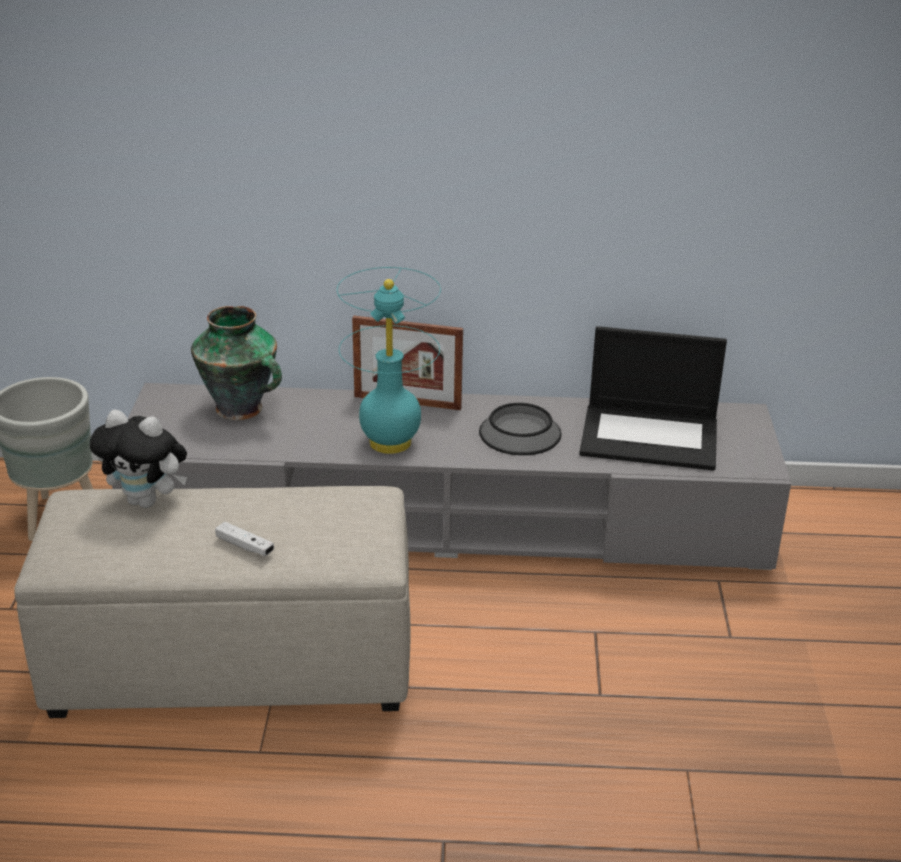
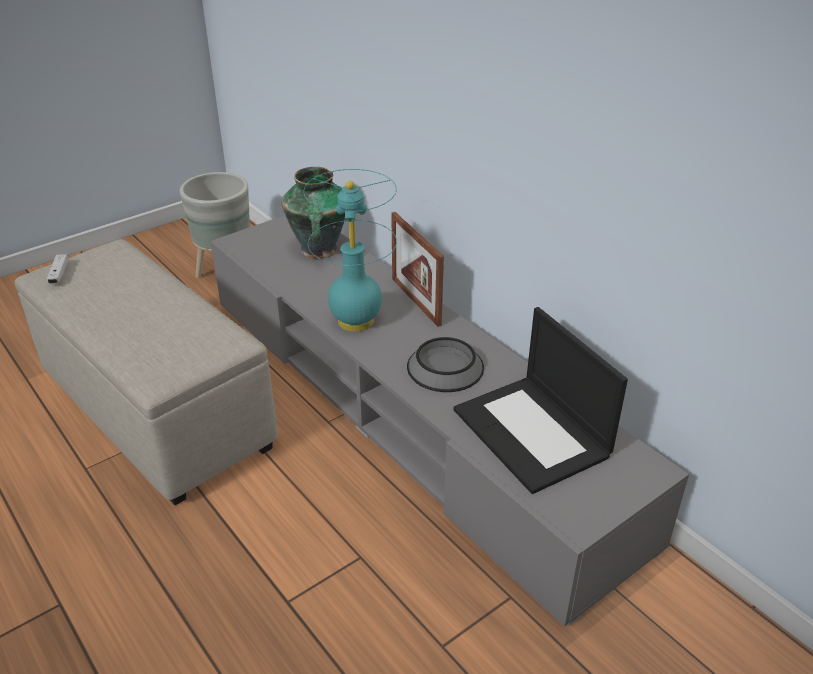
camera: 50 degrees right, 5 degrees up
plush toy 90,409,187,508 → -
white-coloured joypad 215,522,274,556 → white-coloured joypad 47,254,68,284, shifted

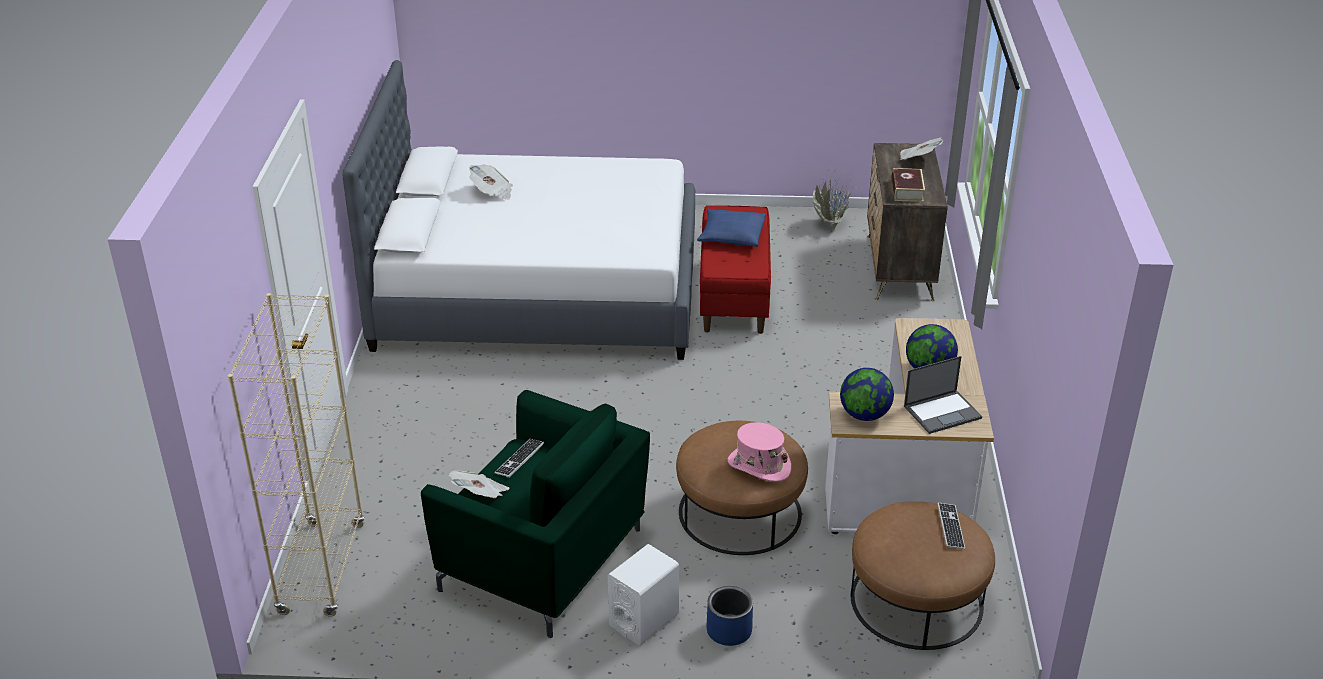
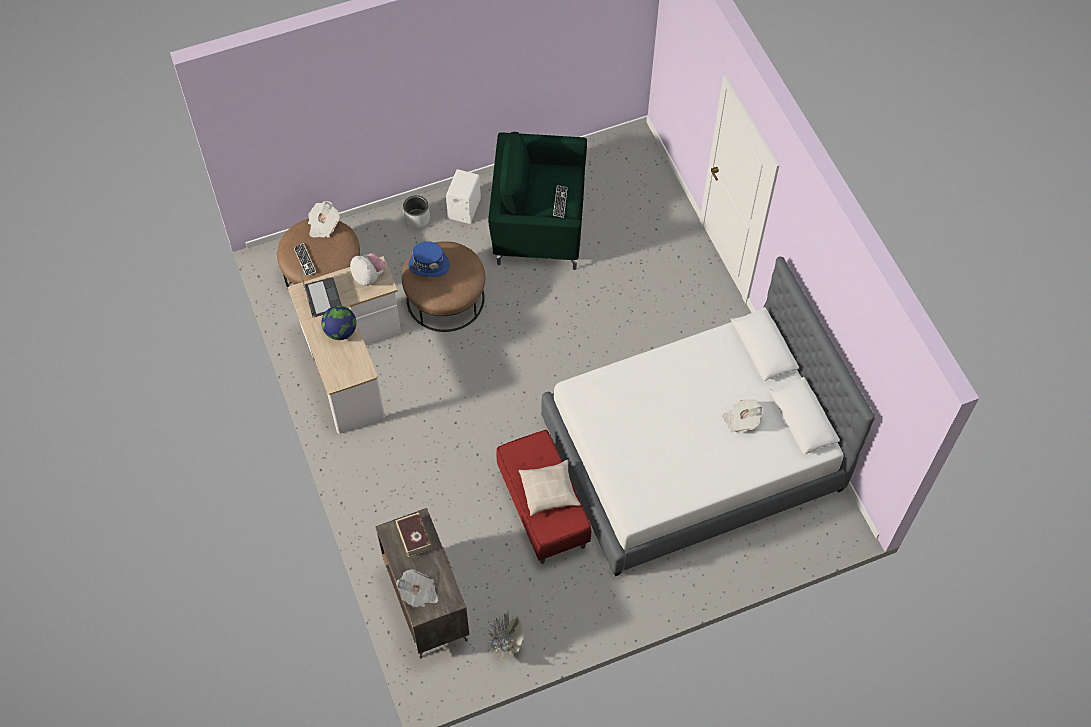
camera: 155 degrees right, 25 degrees up
blue-coloured pillow 697,209,766,247 → beige-coloured pillow 519,460,581,516
beige-coloured shelving unit 228,293,365,617 → -
portable computer 904,356,982,434 → portable computer 300,270,342,317, 120 degrees clockwise
world globe 840,368,894,421 → plush toy 350,253,386,286
pink wearable hat 728,422,791,482 → blue-coloured wearable hat 408,241,450,277
daily paper 449,470,510,498 → daily paper 308,201,340,238, shifted
blue-coloured plant pot 706,586,753,646 → gray plant pot 403,195,430,228

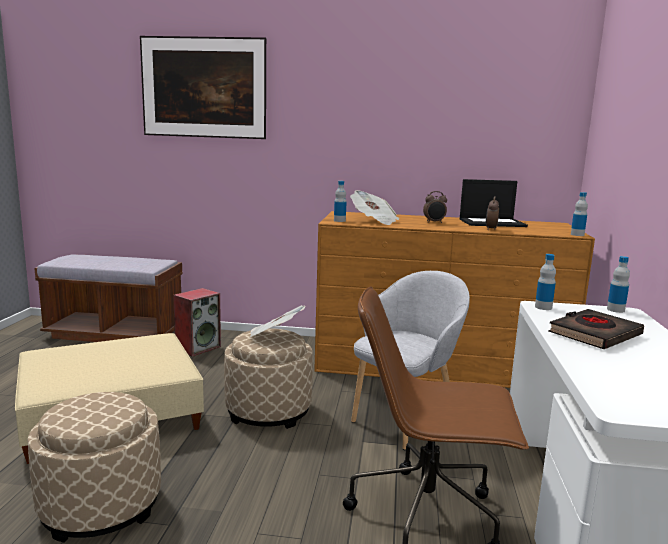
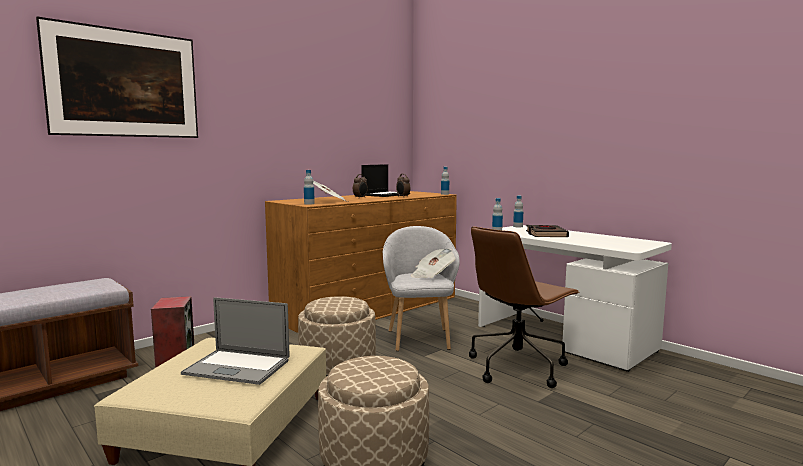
camera: 50 degrees left, 5 degrees down
daily paper 249,305,305,338 → daily paper 411,249,455,278, shifted
- → portable computer 181,297,290,385

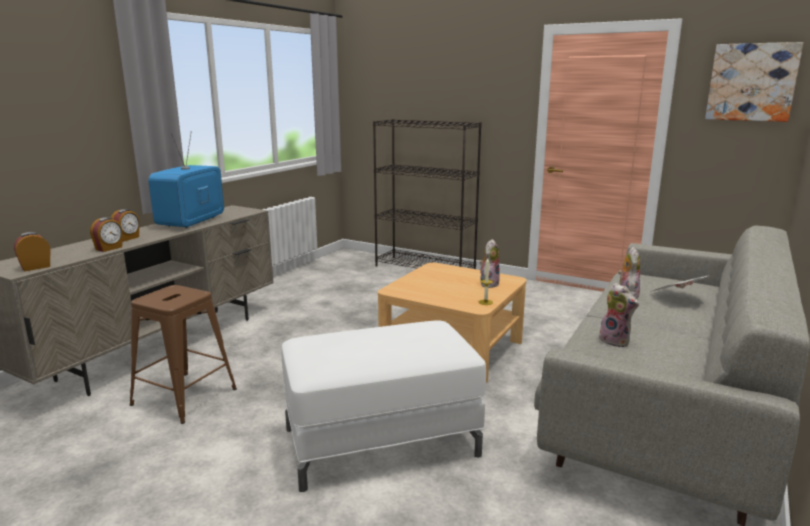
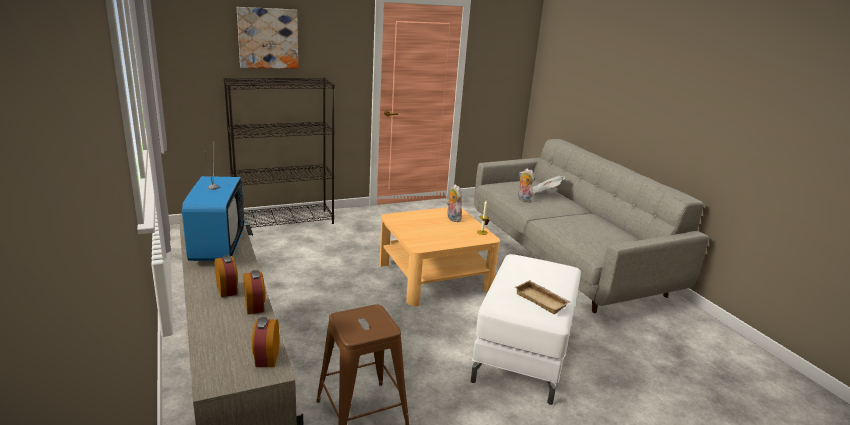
camera: 55 degrees left, 5 degrees up
wall art 705,42,804,122 → wall art 237,7,298,68, shifted
TV set 148,131,224,228 → TV set 182,140,245,261, 150 degrees counterclockwise
plush toy 599,283,639,347 → -
- → beige-coloured serving tray 515,280,570,314

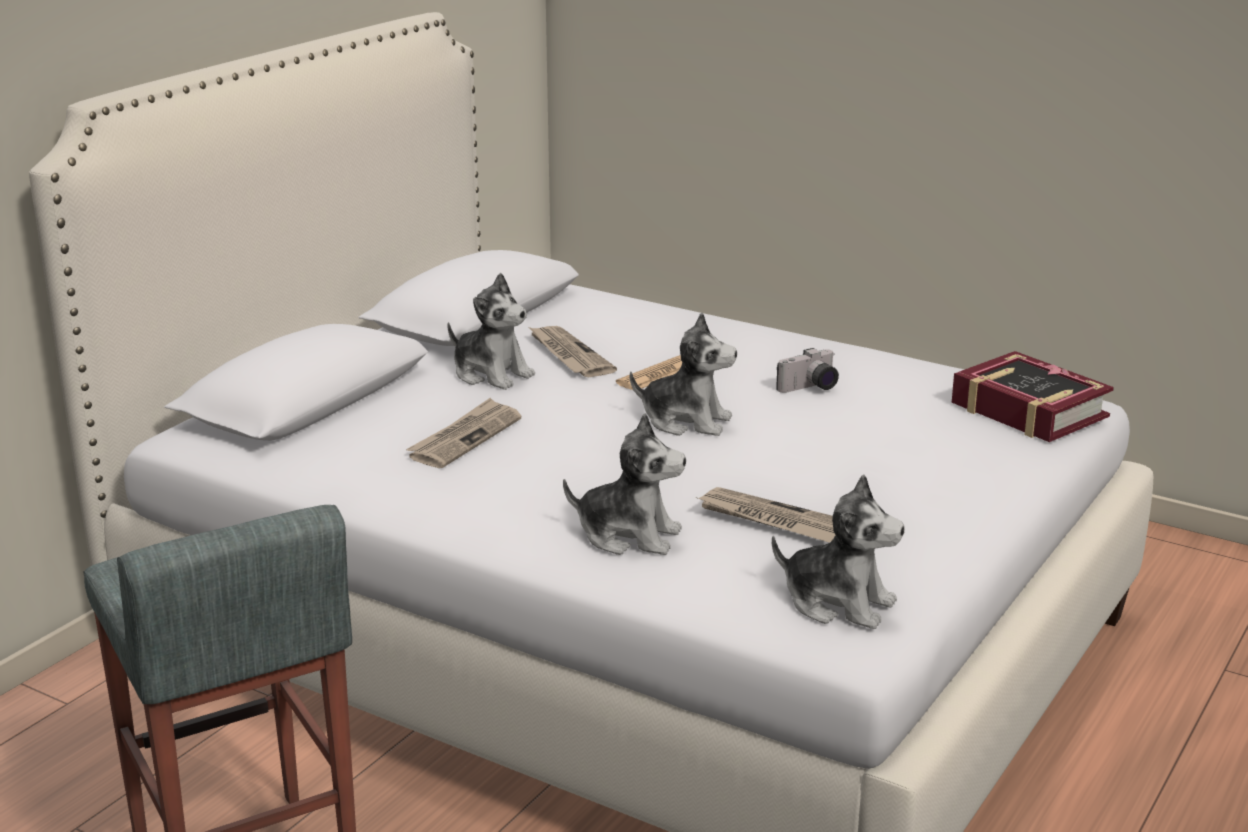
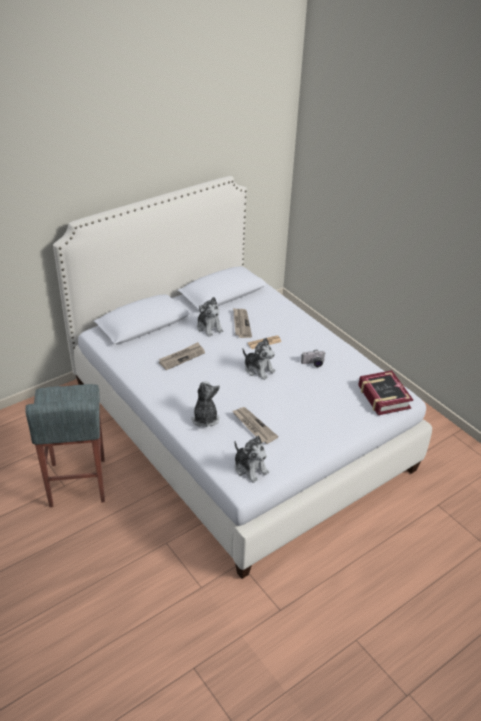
camera: 20 degrees right, 15 degrees up
plush toy 563,413,686,555 → plush toy 191,381,220,427, 135 degrees counterclockwise

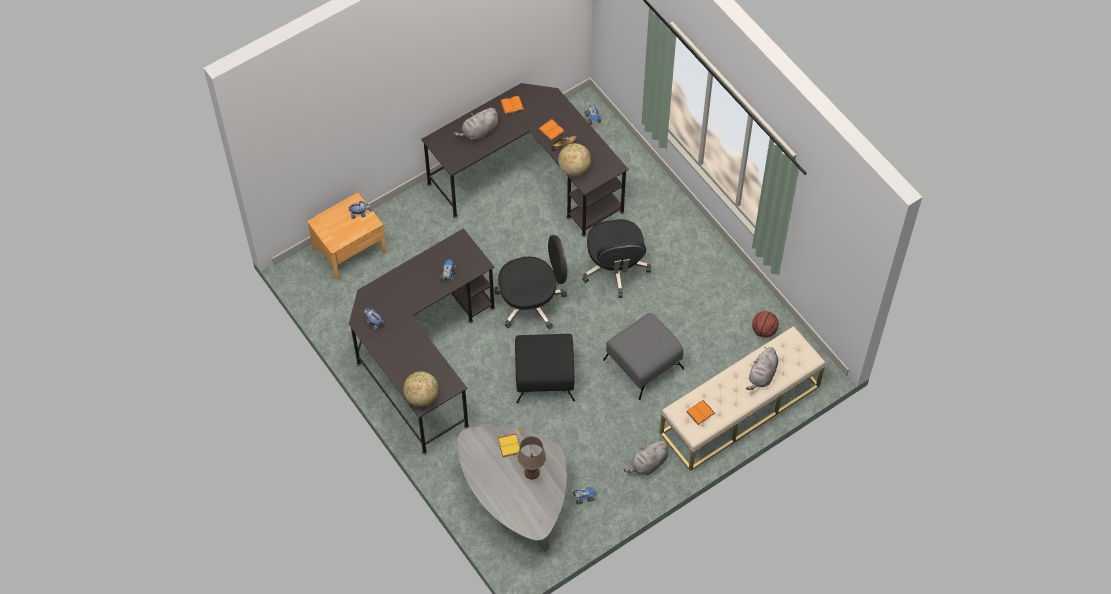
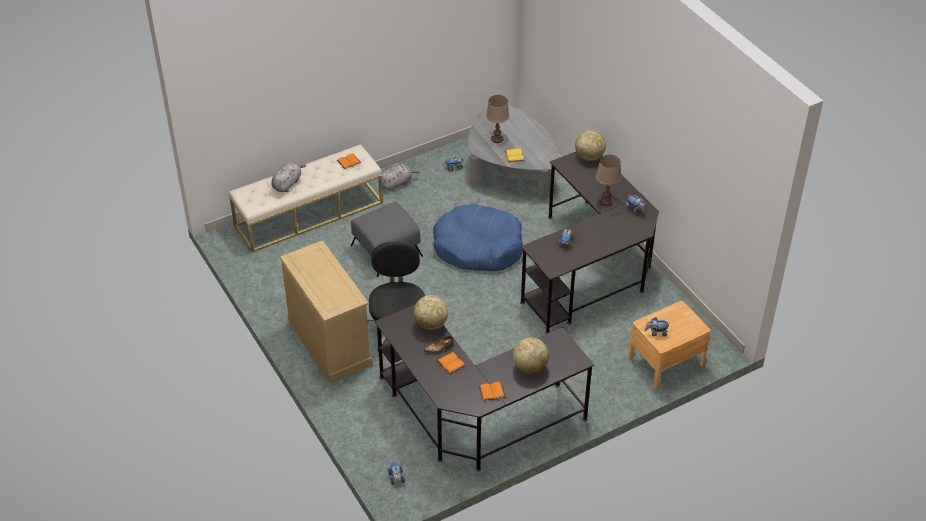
camera: 175 degrees left, 15 degrees down
gray plush toy 454,107,498,141 → world globe 513,337,549,374
black computer chair 494,235,567,329 → -
basketball 752,311,779,338 → -
black pouffe 515,334,575,403 → blue-coloured pet bed 433,204,523,271
- → brown-coloured tabletop lamp 596,155,622,206
- → beige-coloured drawer chest 280,240,372,383

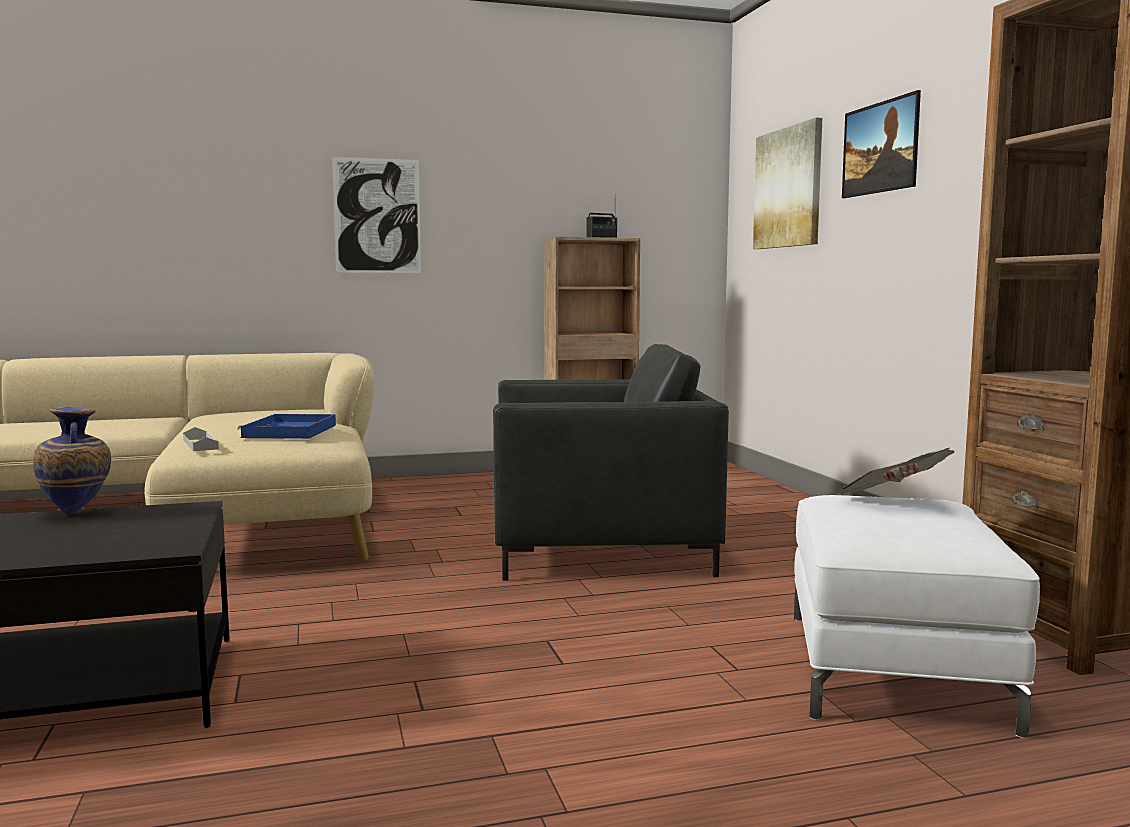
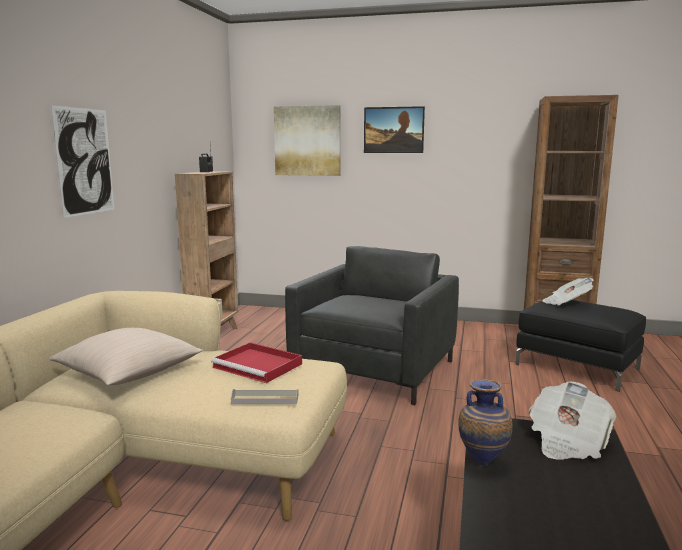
camera: 60 degrees left, 5 degrees up
blue-coloured serving tray 238,414,336,439 → red-coloured serving tray 211,342,302,383
white-coloured pouffe 794,495,1040,738 → black pouffe 515,300,646,392
- → beige-coloured pillow 49,328,203,385
- → daily paper 529,381,616,460

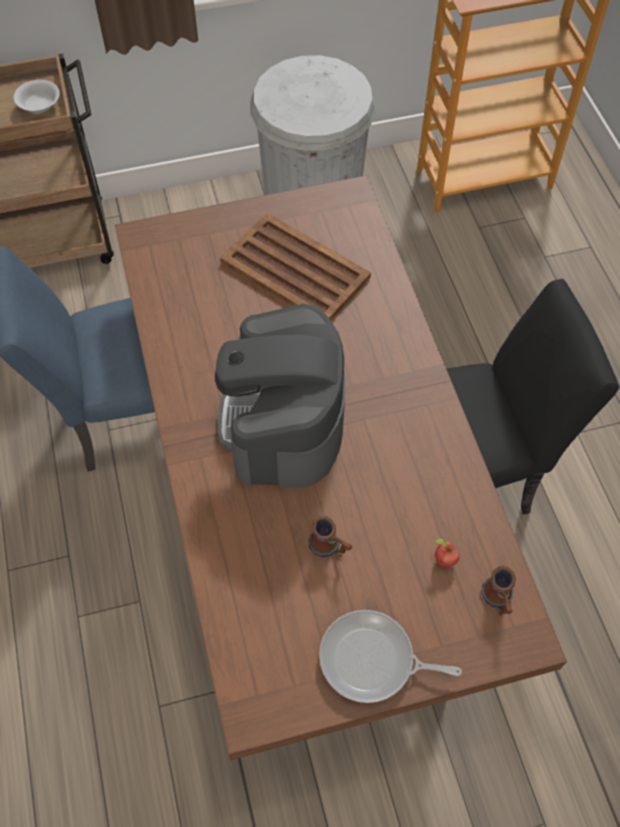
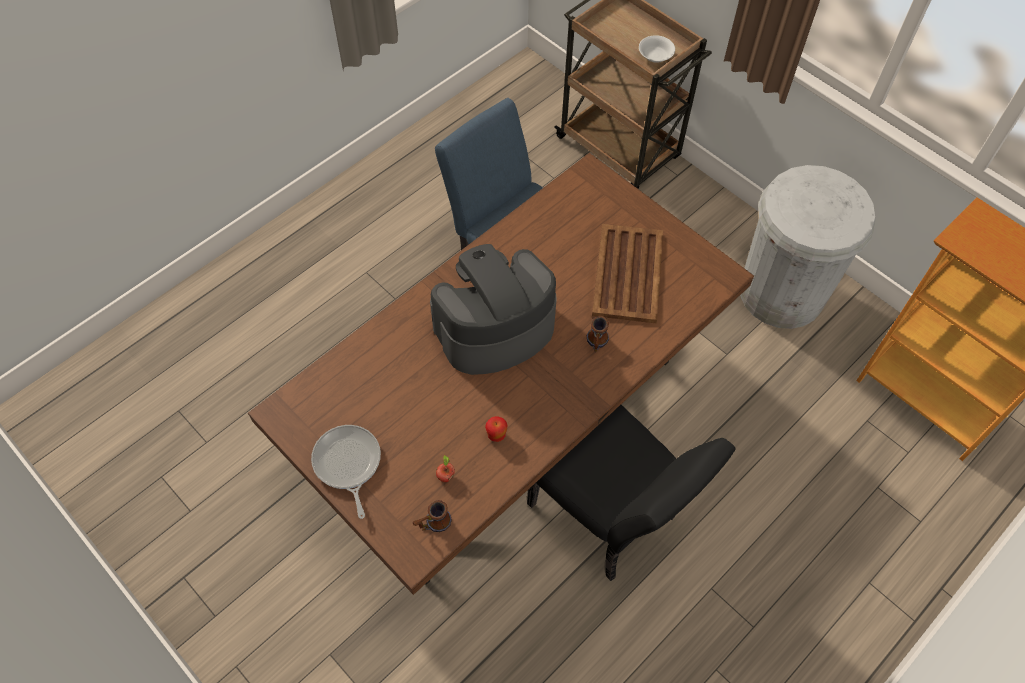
camera: 60 degrees right, 0 degrees up
coffee mug 308,516,352,557 → coffee mug 586,316,609,352, shifted
- → apple 485,416,507,442

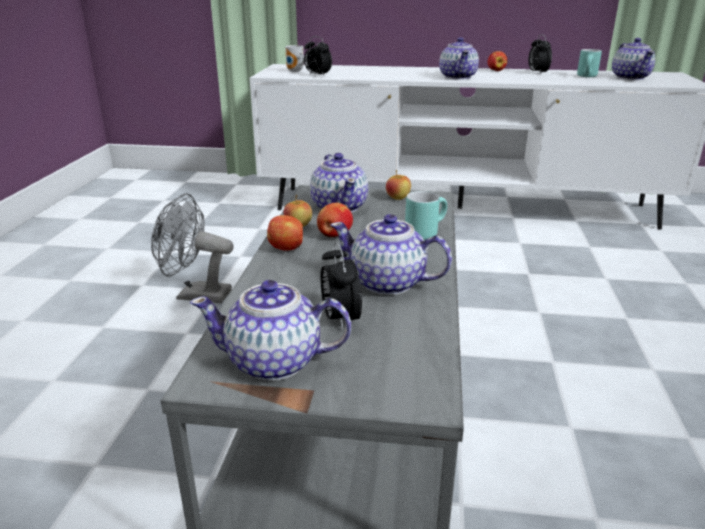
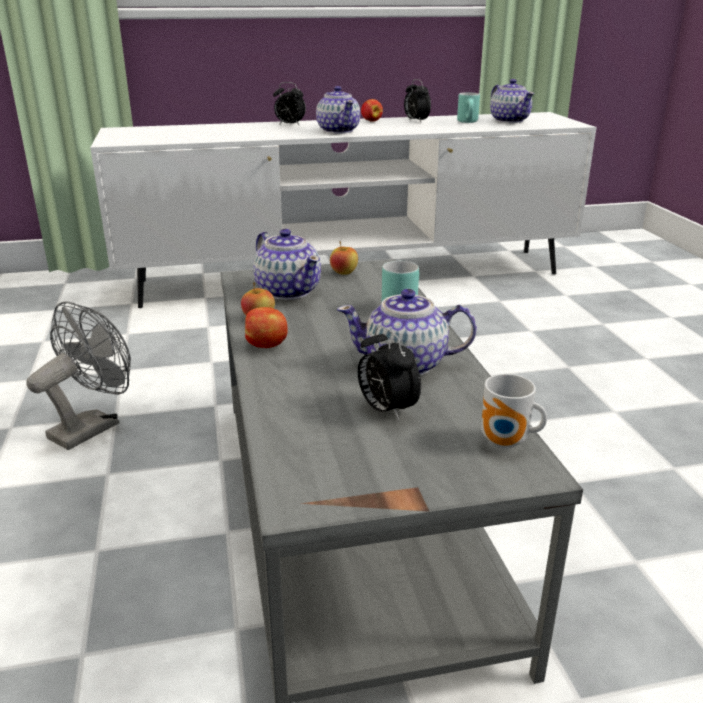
camera: 20 degrees left, 0 degrees up
table clock 304,36,332,77 → table clock 273,82,306,126, shifted
coffee mug 285,45,304,72 → coffee mug 481,374,547,449, shifted
gray electric fan 151,193,234,303 → gray electric fan 26,301,131,450, 135 degrees clockwise
apple 317,203,353,237 → -
teapot 190,280,351,381 → -

